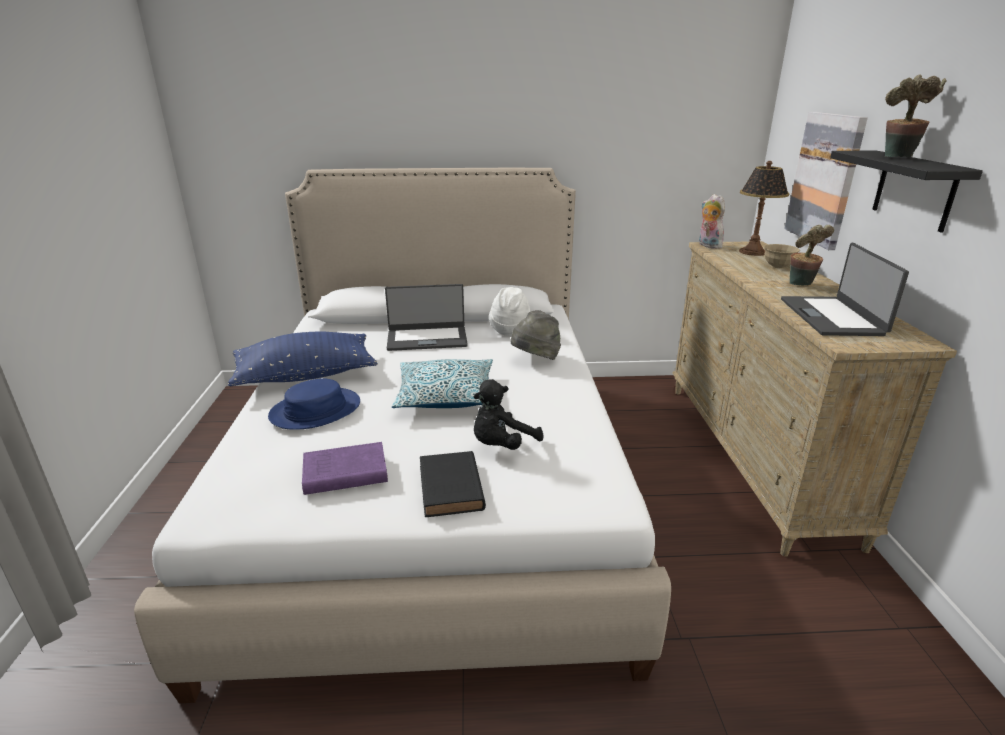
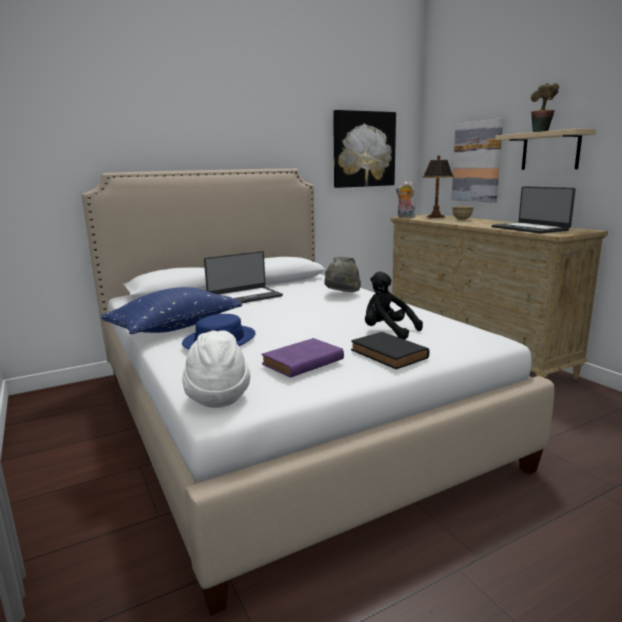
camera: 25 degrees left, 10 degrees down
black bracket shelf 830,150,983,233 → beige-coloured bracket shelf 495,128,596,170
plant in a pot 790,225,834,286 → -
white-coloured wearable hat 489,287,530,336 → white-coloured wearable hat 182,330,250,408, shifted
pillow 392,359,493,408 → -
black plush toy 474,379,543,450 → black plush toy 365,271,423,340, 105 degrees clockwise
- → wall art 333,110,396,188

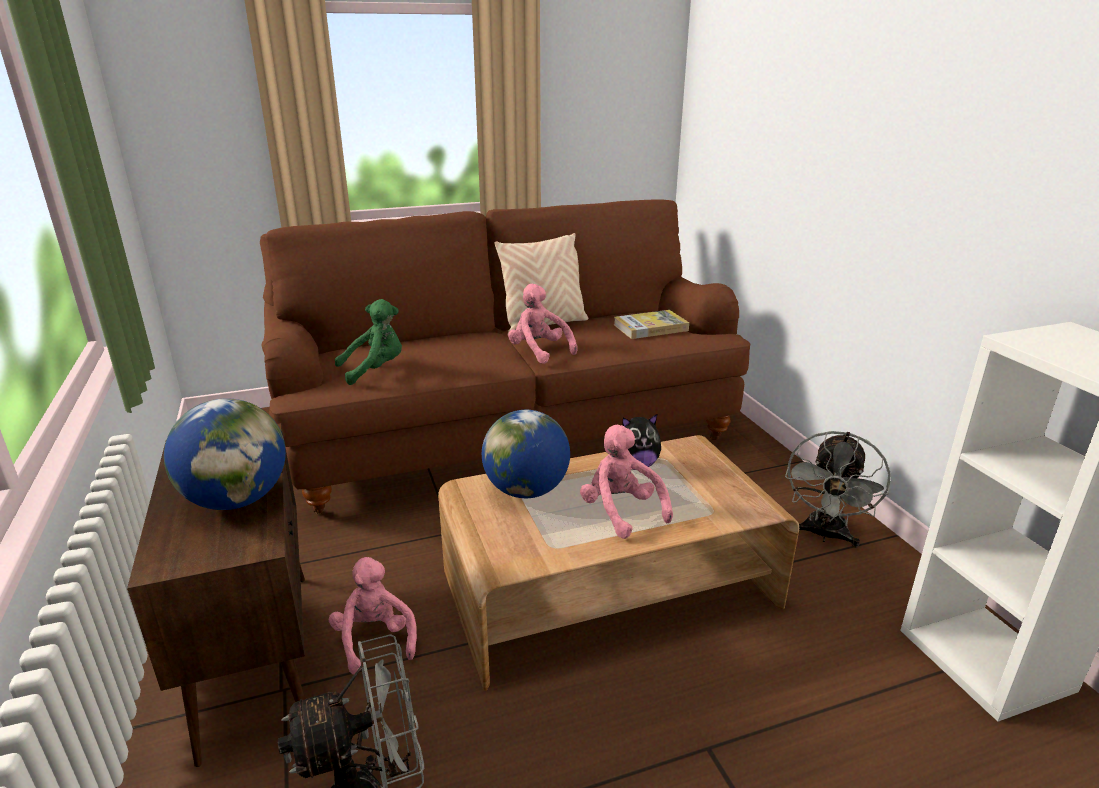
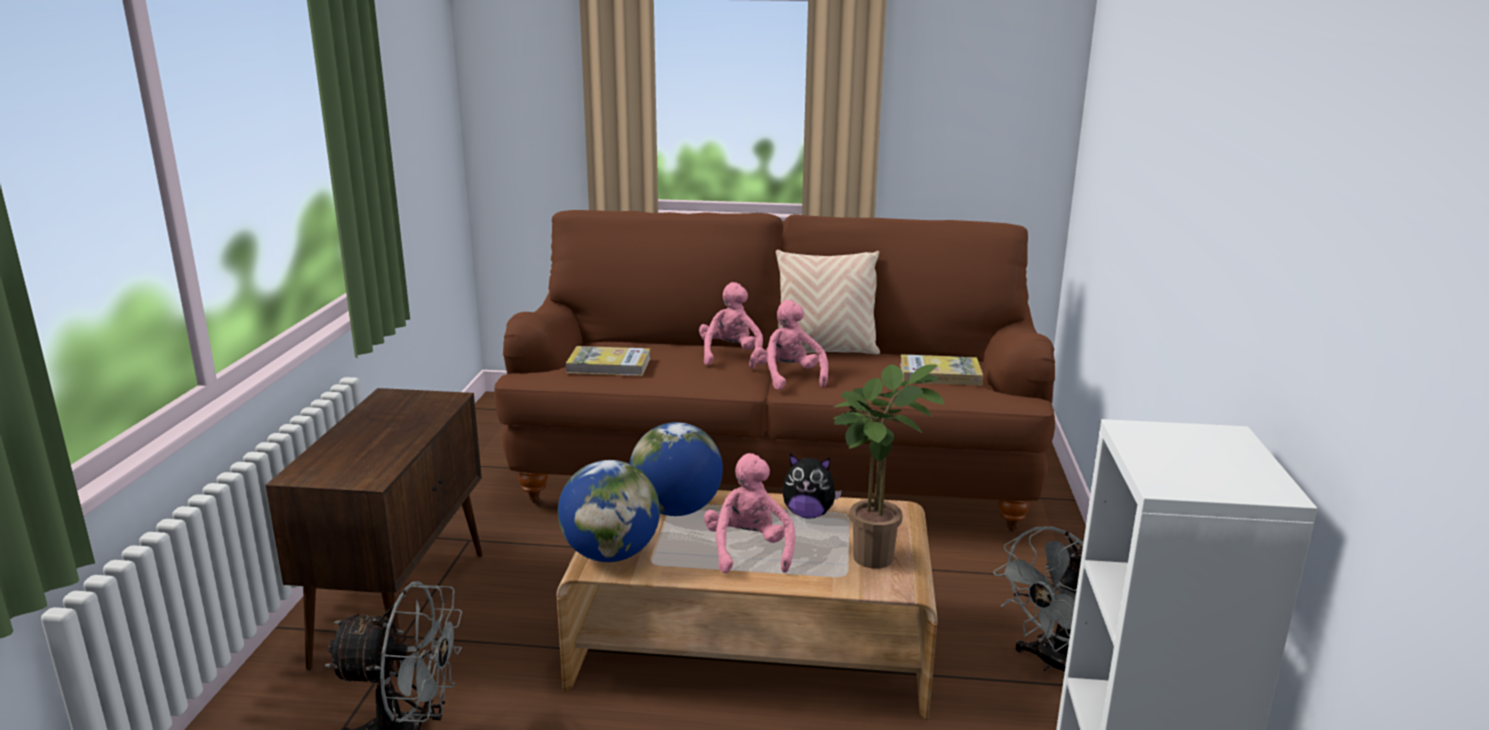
camera: 25 degrees right, 5 degrees down
greenish plush toy 335,299,402,385 → book 565,346,650,376
world globe 164,399,286,510 → world globe 558,460,660,562, shifted
pink plush toy 329,557,417,675 → pink plush toy 699,282,763,369, shifted
- → plant in a pot 833,364,944,569

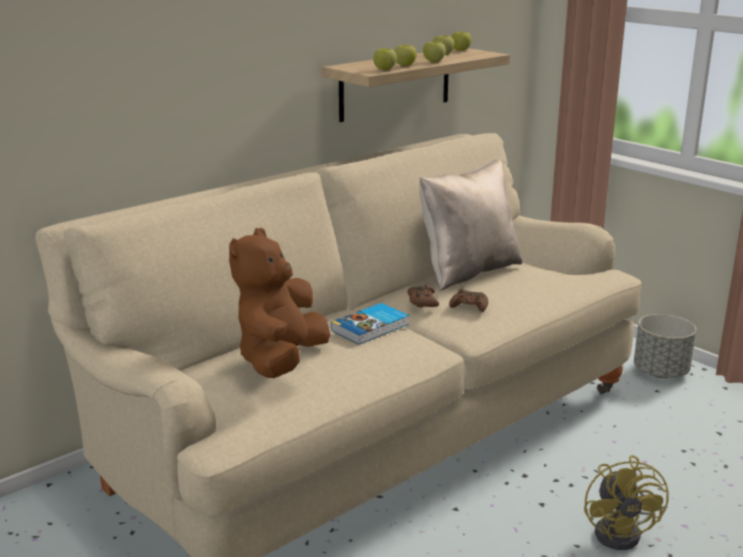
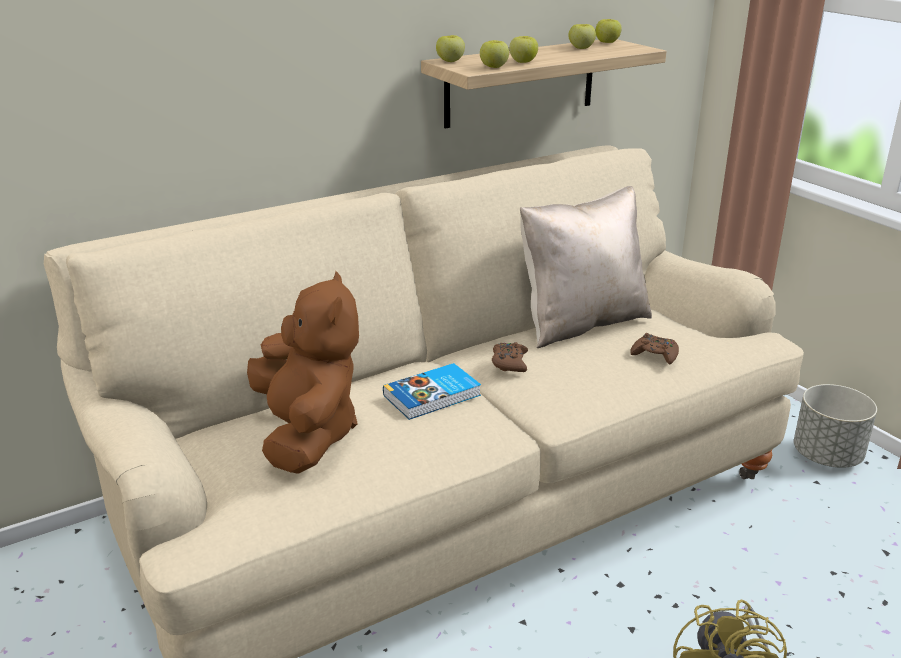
camera: 10 degrees right, 5 degrees up
apple 423,42,446,62 → apple 436,35,465,62, shifted
brown-coloured plush toy 229,228,330,378 → brown-coloured plush toy 247,271,359,474, 135 degrees clockwise
brown-coloured joypad 449,289,488,312 → brown-coloured joypad 630,333,679,364, shifted

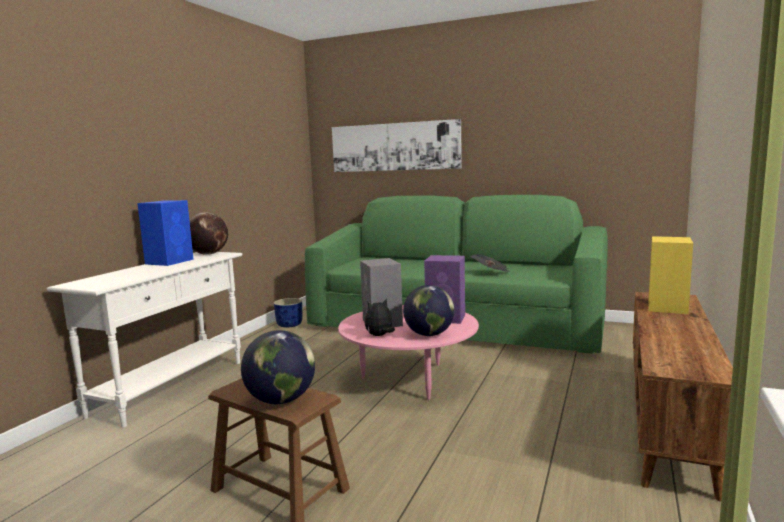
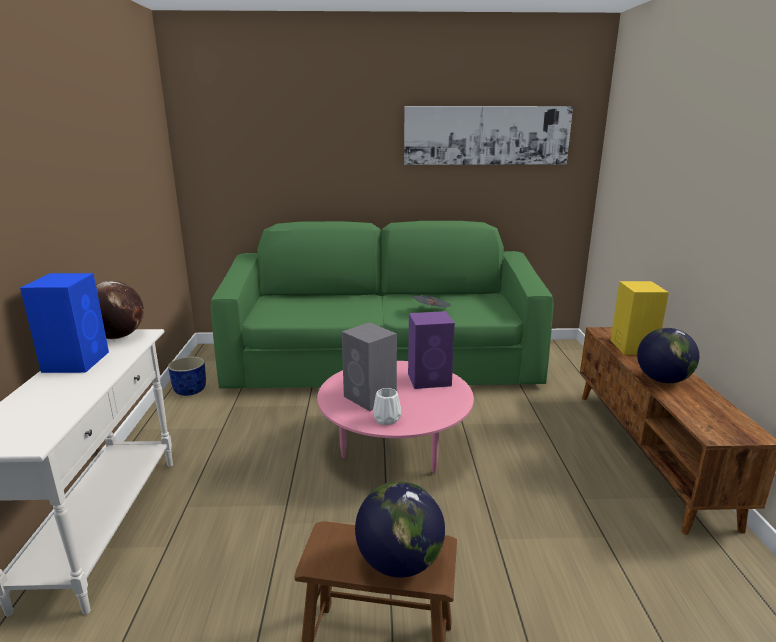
camera: 25 degrees left, 10 degrees up
wall art 332,119,462,172 → wall art 404,106,573,165, shifted
world globe 403,285,454,336 → world globe 637,328,699,383, shifted
plush toy 365,298,395,336 → white-coloured vase 373,388,401,425

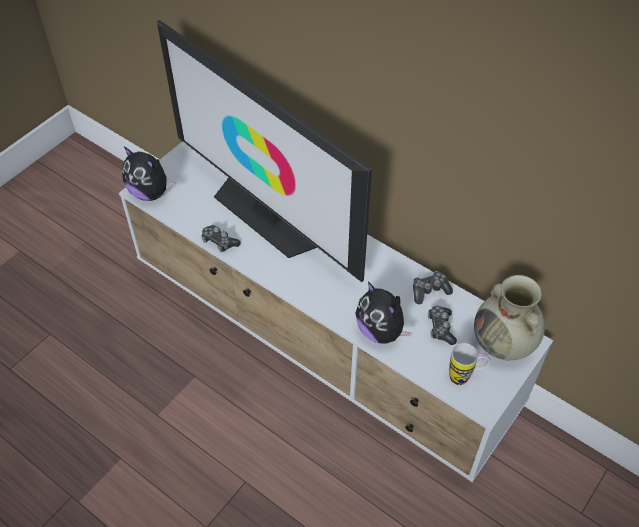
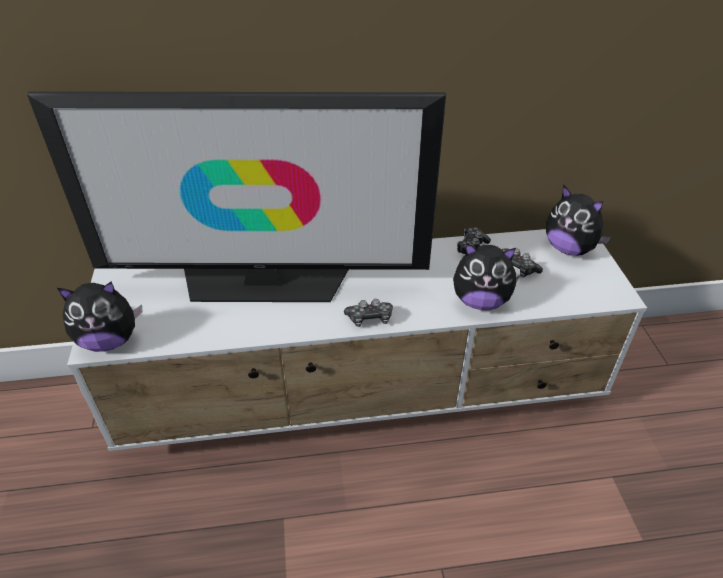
camera: 45 degrees left, 10 degrees down
joypad 201,225,241,252 → joypad 344,299,393,327, shifted
beige-coloured vase 474,275,545,360 → plush toy 546,185,611,256
coffee mug 449,343,490,385 → -

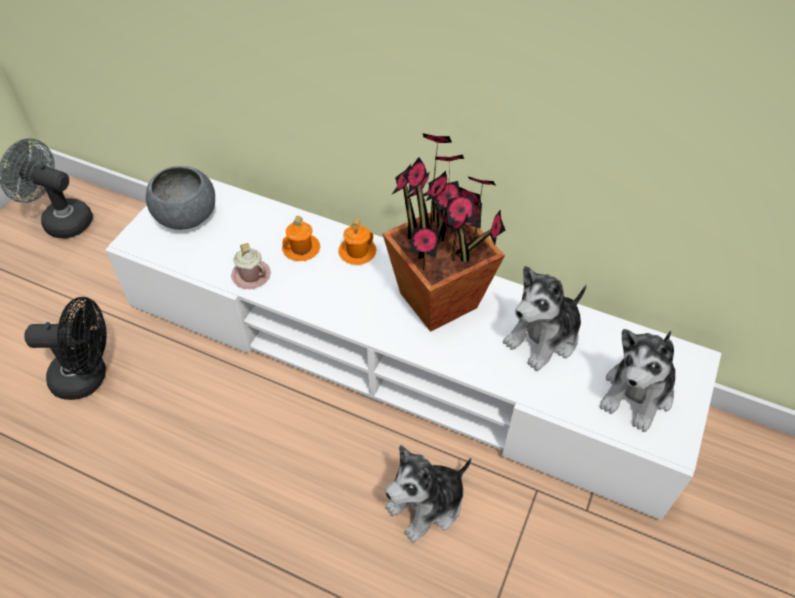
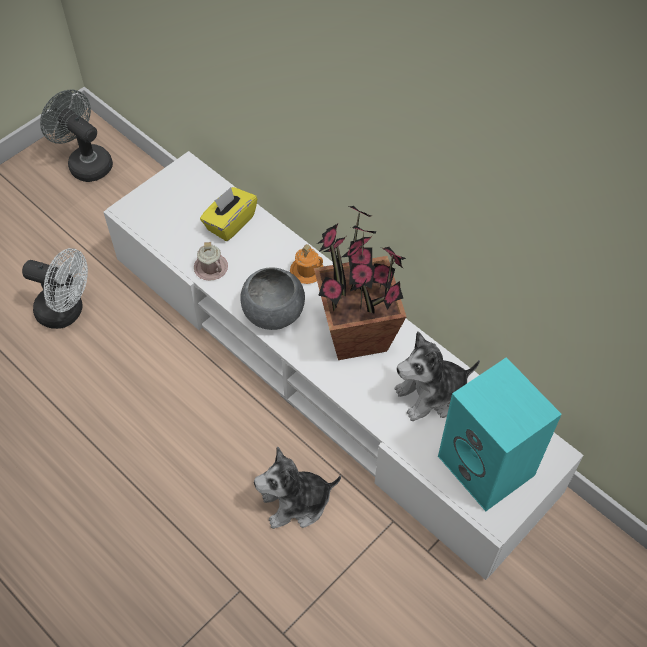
camera: 20 degrees right, 5 degrees up
gray serving bowl 146,166,215,230 → gray serving bowl 240,267,305,330, shifted
orange coffee mug 282,216,320,261 → -
black electric fan 24,297,107,400 → white-coloured electric fan 22,248,88,329
plush toy 600,329,675,432 → turquoise-coloured loudspeaker 438,357,562,511
- → yellow-coloured tissue box 200,187,257,241

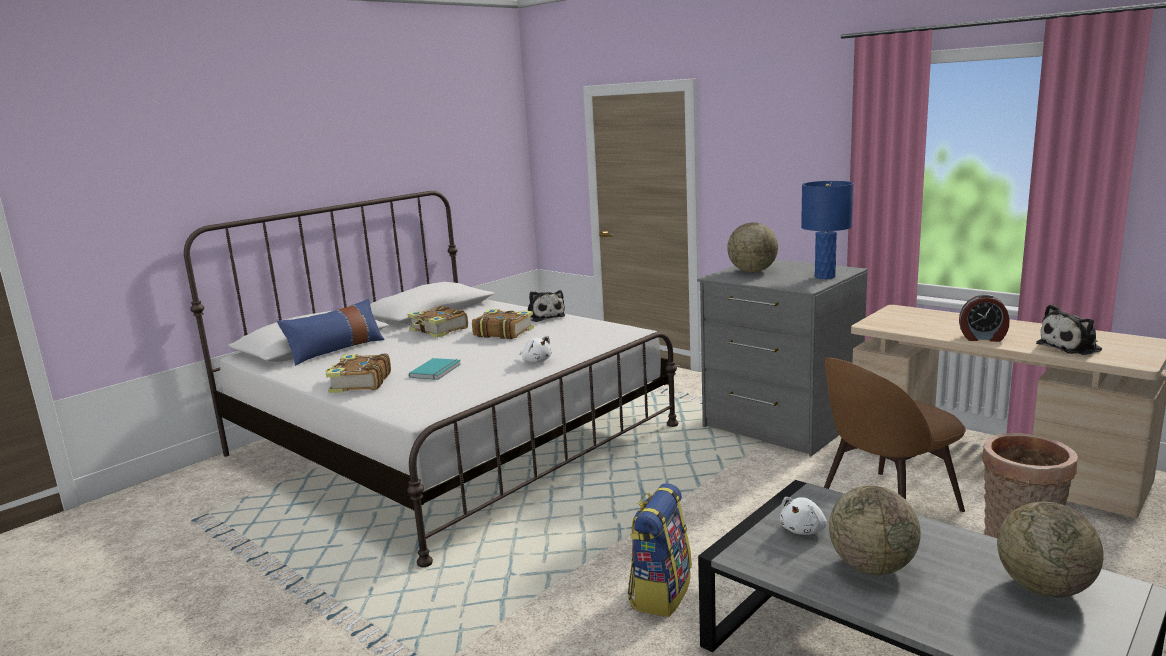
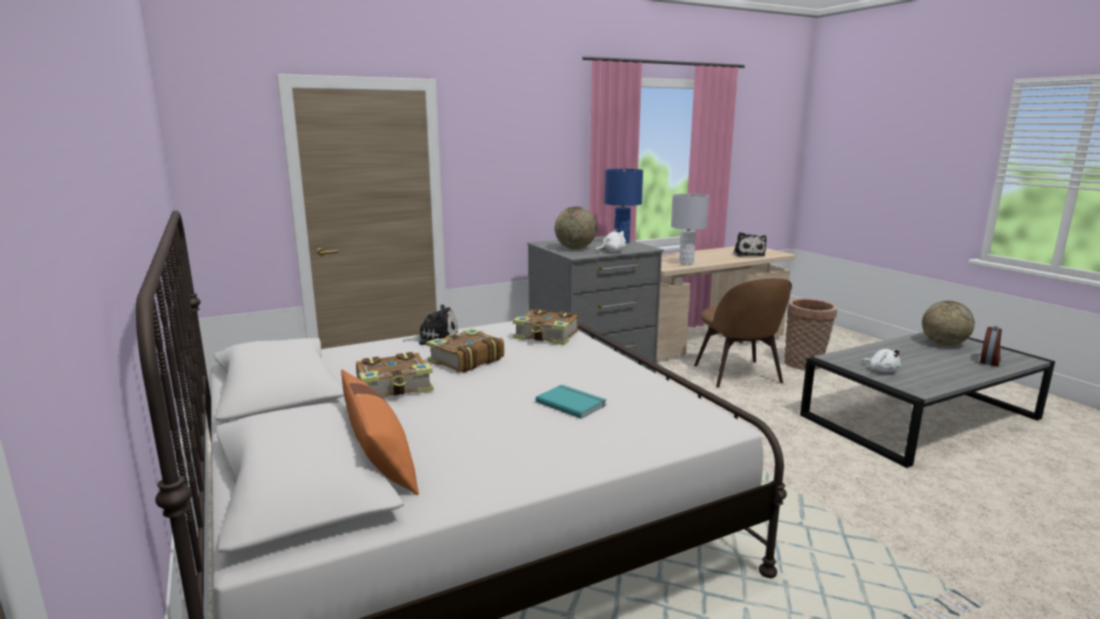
camera: 70 degrees left, 0 degrees up
table clock 959,294,1009,342 → table clock 980,326,1002,366, shifted
blue-coloured pillow 277,299,385,366 → orange pillow 341,370,419,495
white-coloured plush toy 520,336,552,363 → white-coloured plush toy 595,229,626,252, shifted
book 325,353,391,393 → book 513,309,578,345, shifted
knapsack 628,483,692,617 → -
world globe 829,486,921,575 → -
- → gray tabletop lamp 671,194,709,265

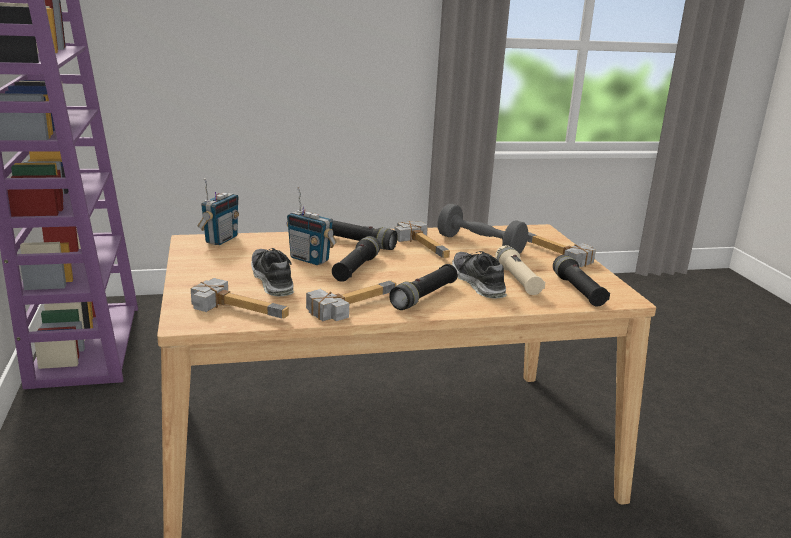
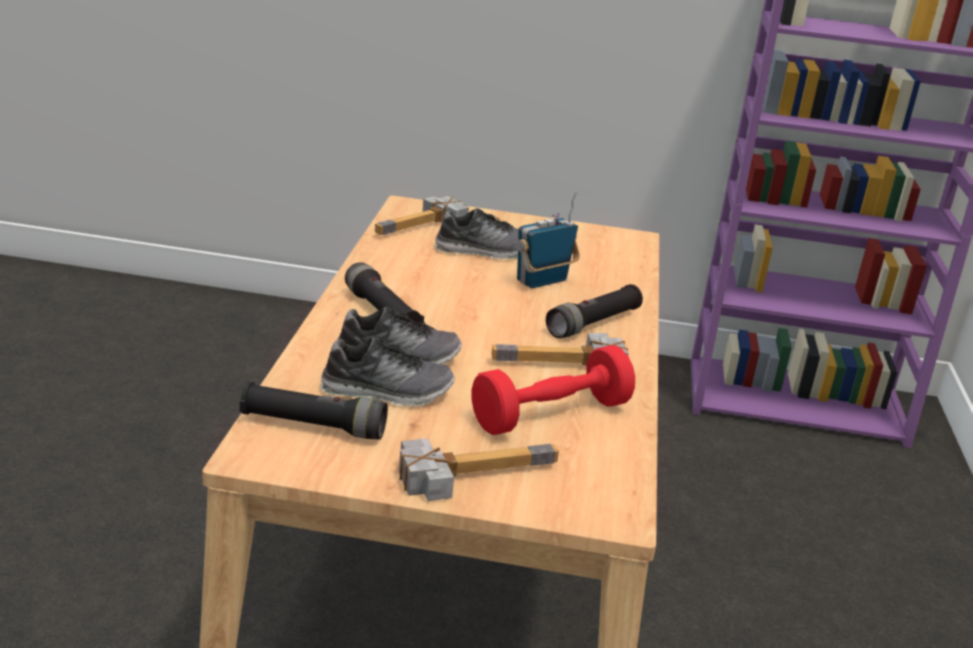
camera: 110 degrees right, 5 degrees up
radio 198,178,239,245 → -
gray dumbbell 437,204,528,254 → red-coloured dumbbell 472,345,635,435
black torch 332,236,381,282 → -
beige-coloured torch 495,245,545,295 → shoe 320,337,455,407
hammer 306,280,397,321 → -

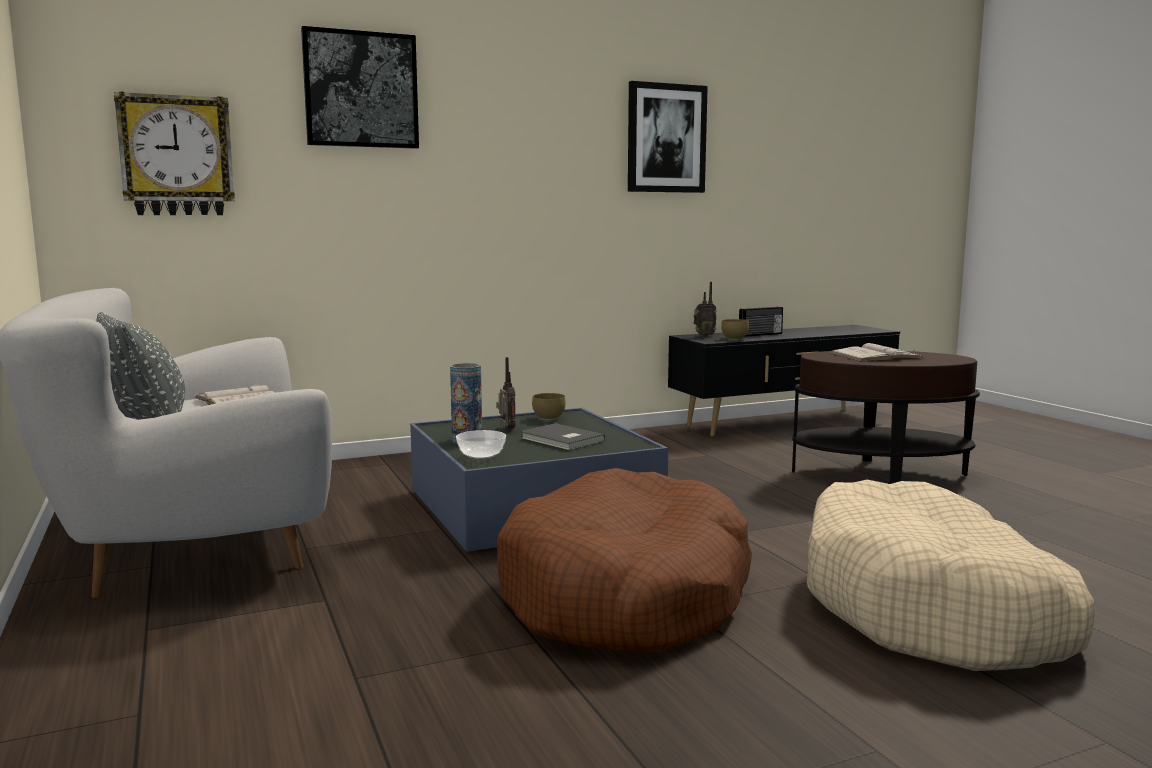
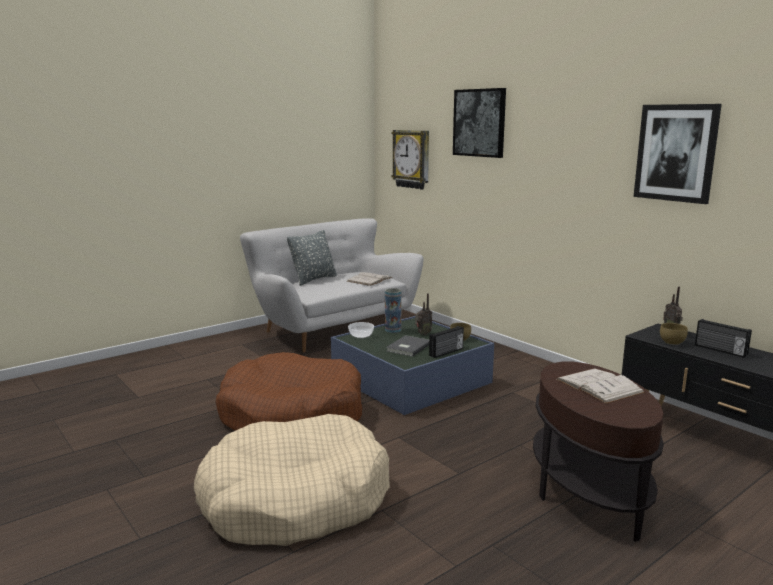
camera: 75 degrees right, 5 degrees up
- → radio 429,326,464,358

